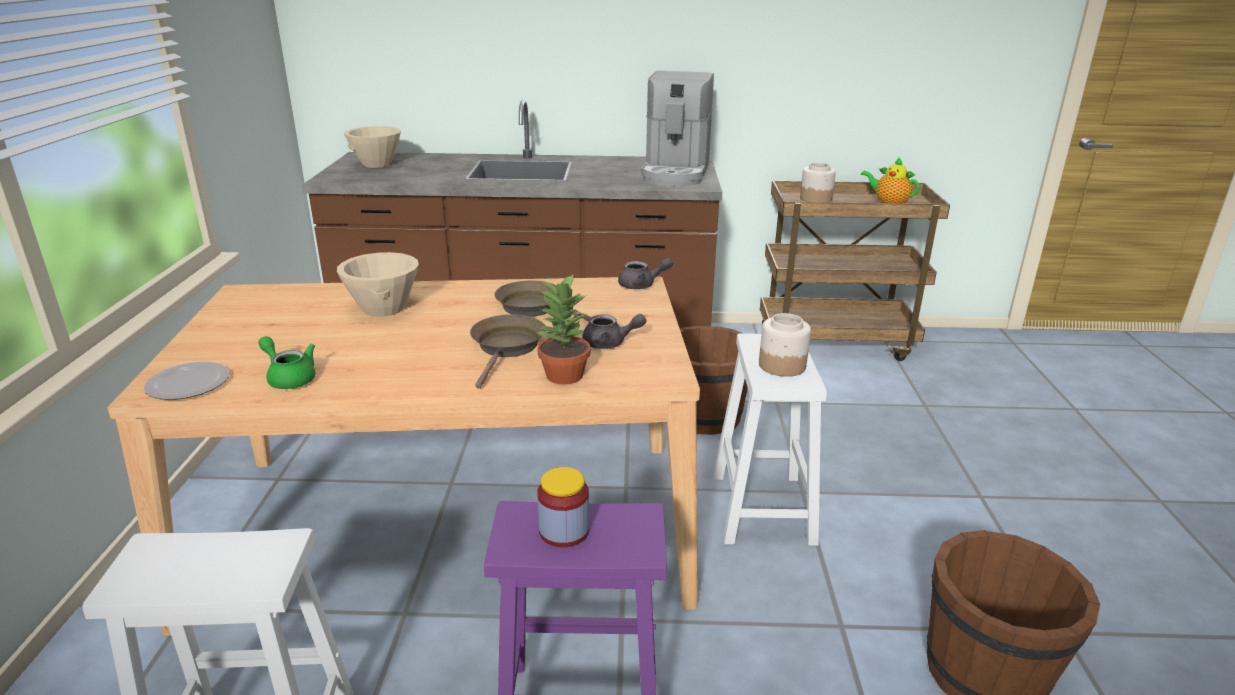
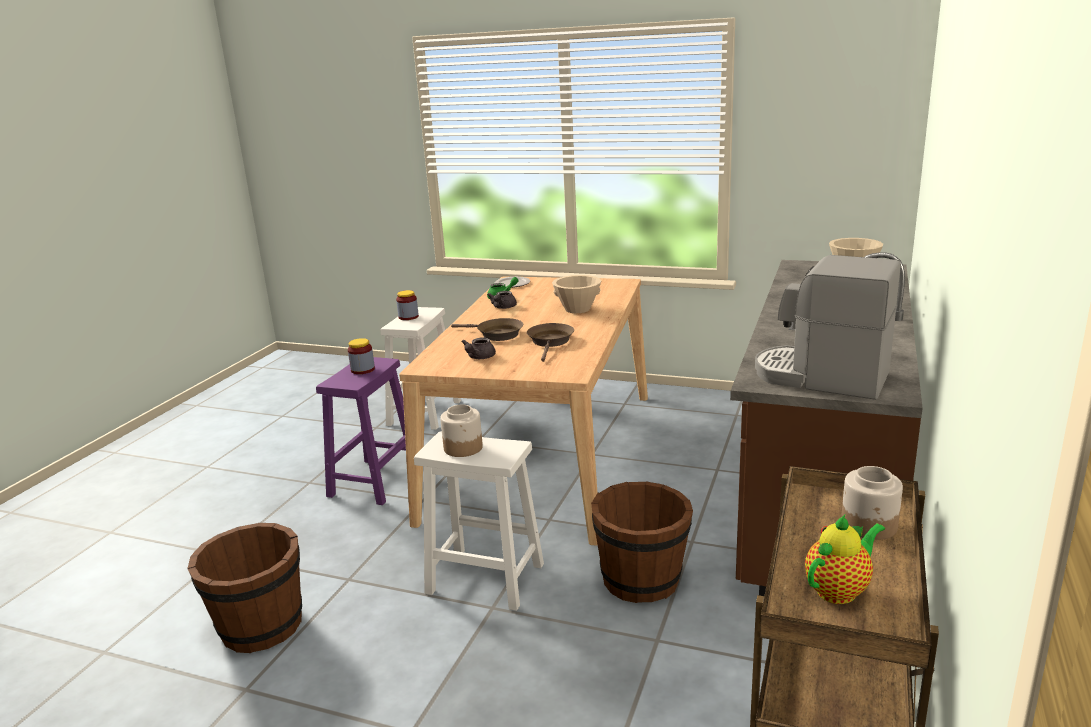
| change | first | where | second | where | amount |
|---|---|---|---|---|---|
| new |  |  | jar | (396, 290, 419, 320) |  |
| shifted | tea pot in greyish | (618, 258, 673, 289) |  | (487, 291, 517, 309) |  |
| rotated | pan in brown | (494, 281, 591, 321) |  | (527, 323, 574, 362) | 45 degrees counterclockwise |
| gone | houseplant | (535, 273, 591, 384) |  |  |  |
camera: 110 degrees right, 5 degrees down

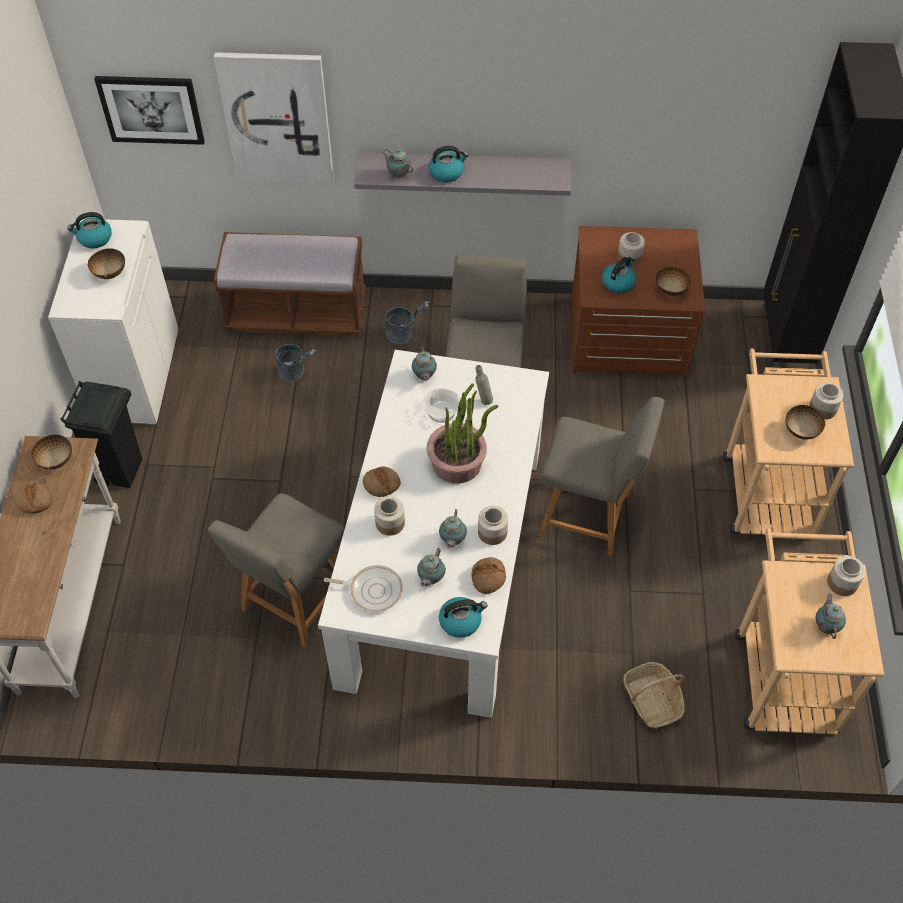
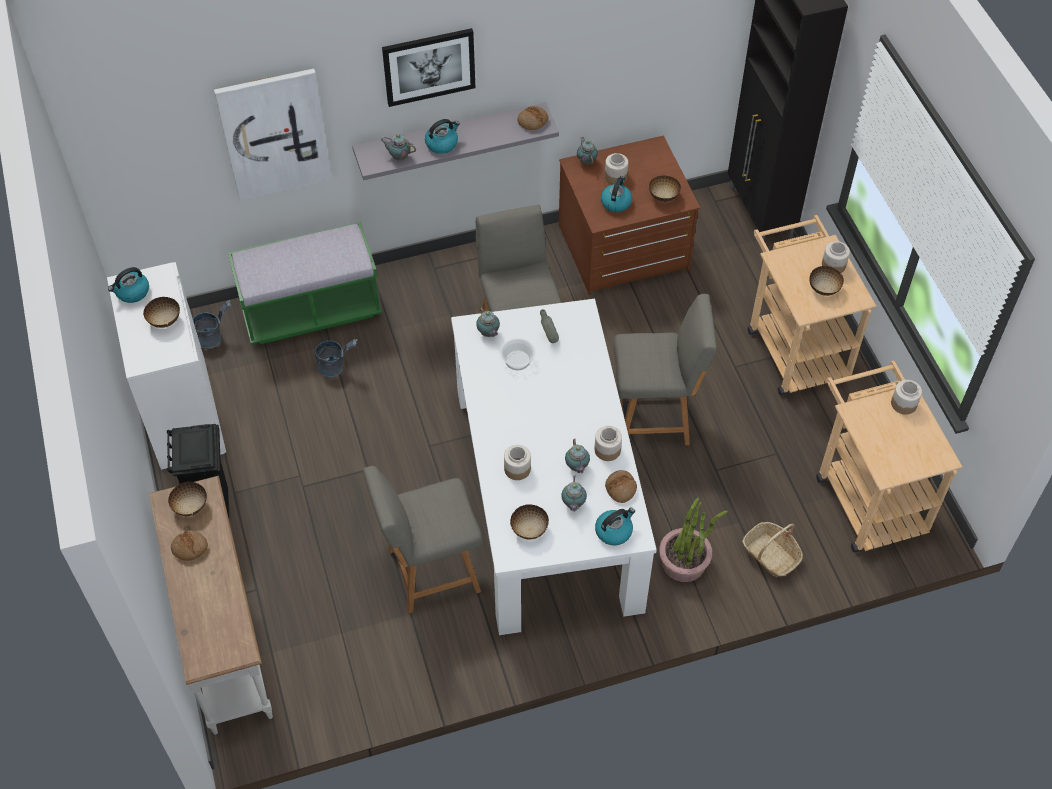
| change | first | where | second | where | amount |
|---|---|---|---|---|---|
| shifted | pail in greyish | (385, 301, 429, 344) |  | (193, 300, 231, 348) |  |
| repainted | long seat in brown | (214, 232, 366, 336) | long seat in green | (228, 222, 382, 345) |  |
| rotated | chair in greyish | (208, 493, 345, 648) |  | (363, 466, 483, 613) | 60 degrees clockwise |
| shifted | picture | (94, 76, 205, 145) |  | (382, 28, 475, 107) |  |
| swapped | pan | (324, 565, 403, 612) | deep dish | (510, 504, 549, 539) |  |
| shifted | baked bread | (363, 467, 401, 497) |  | (517, 106, 549, 130) |  |
| shifted | tea pot | (816, 593, 846, 639) |  | (577, 137, 598, 165) |  |
| shifted | houseplant | (427, 383, 498, 484) |  | (659, 498, 728, 582) |  |
camera: 20 degrees left, 0 degrees up

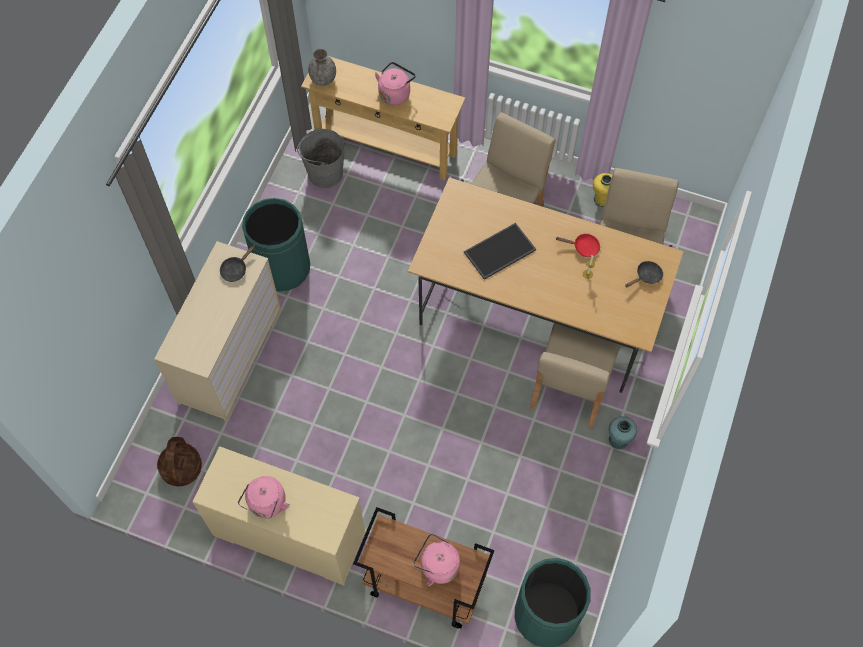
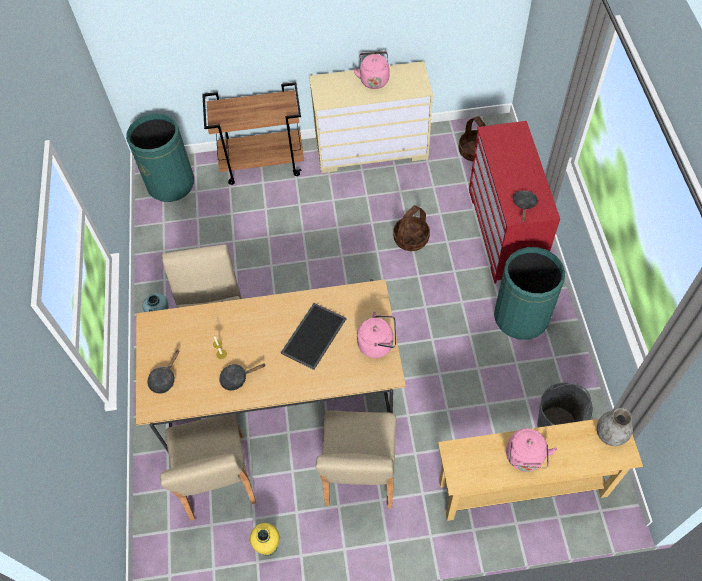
| change | first | where | second | where | amount |
|---|---|---|---|---|---|
| repainted | pan in reddish | (556, 234, 600, 257) | pan in black-coloured | (219, 363, 265, 390) |  |
| shifted | tea kettle in pink | (413, 533, 460, 586) |  | (357, 311, 396, 358) |  |
| new |  |  | basket | (393, 205, 430, 251) |  |
| repainted | dresser in beige-coloured | (154, 241, 281, 422) | dresser in reddish | (469, 121, 560, 284) |  |
camera: 155 degrees right, 5 degrees down

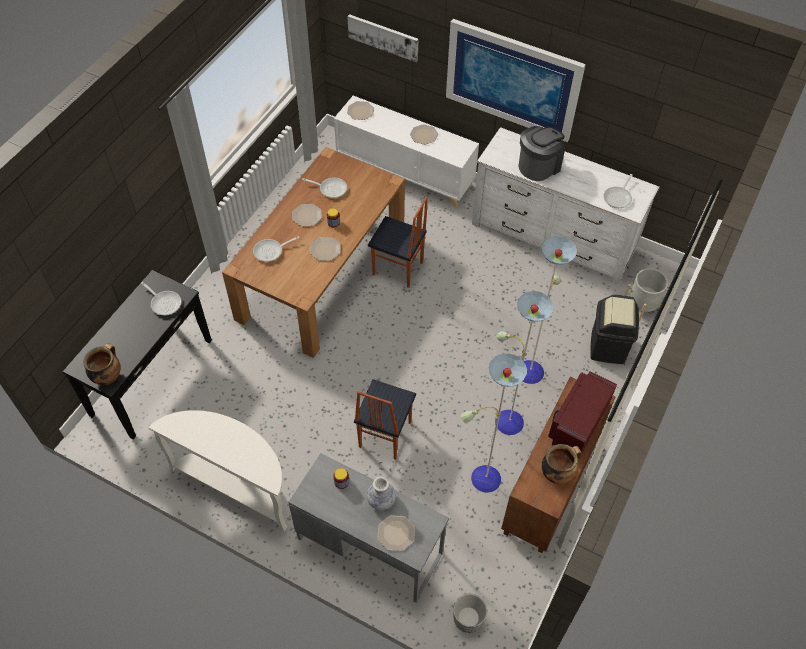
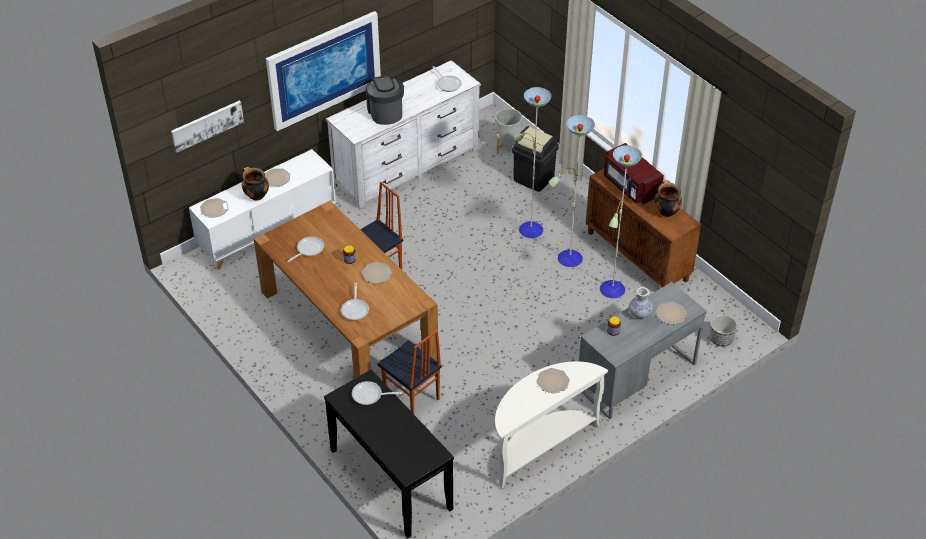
| change | first | where | second | where | amount |
|---|---|---|---|---|---|
| shifted | saucepot | (83, 343, 121, 385) |  | (242, 167, 269, 201) |  |
| rotated | pan | (141, 282, 181, 315) |  | (352, 381, 402, 405) | 150 degrees counterclockwise |
| shifted | chair | (354, 379, 416, 460) |  | (377, 330, 442, 414) |  |
| shifted | plate | (292, 204, 322, 227) |  | (537, 368, 570, 394) |  |
camera: 65 degrees left, 10 degrees down

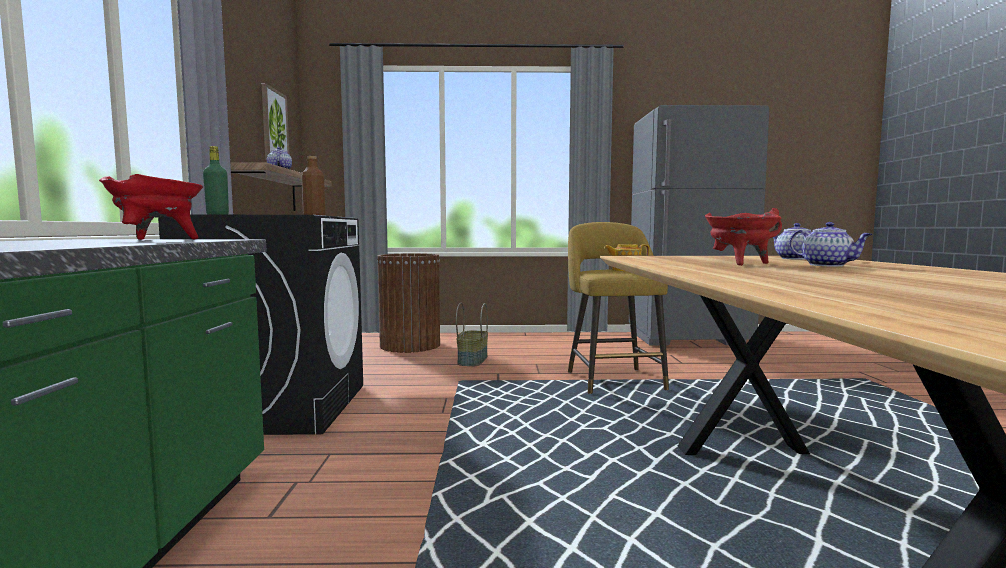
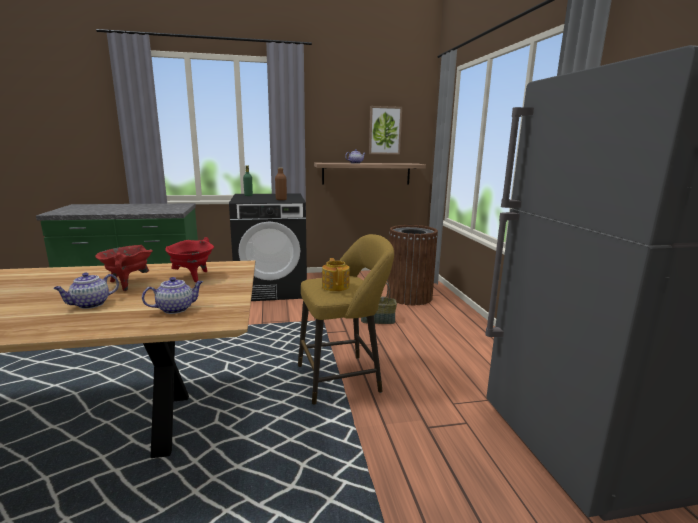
| change | first | where | second | where | amount |
|---|---|---|---|---|---|
| shifted | saucepot in reddish | (99, 174, 204, 240) |  | (165, 237, 214, 282) |  |
camera: 80 degrees right, 10 degrees up

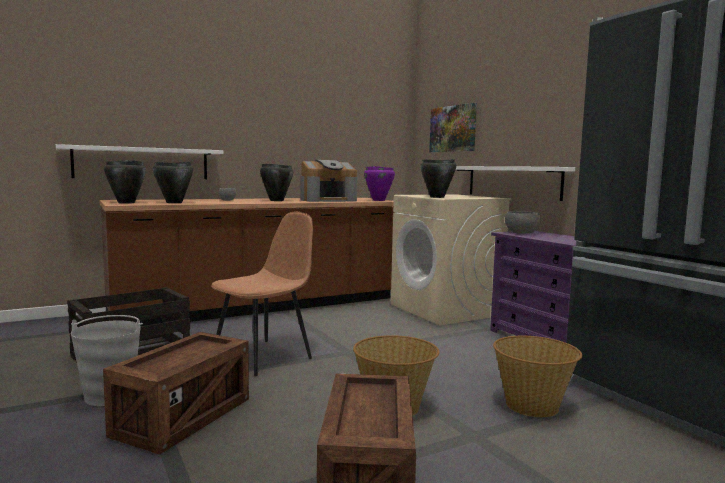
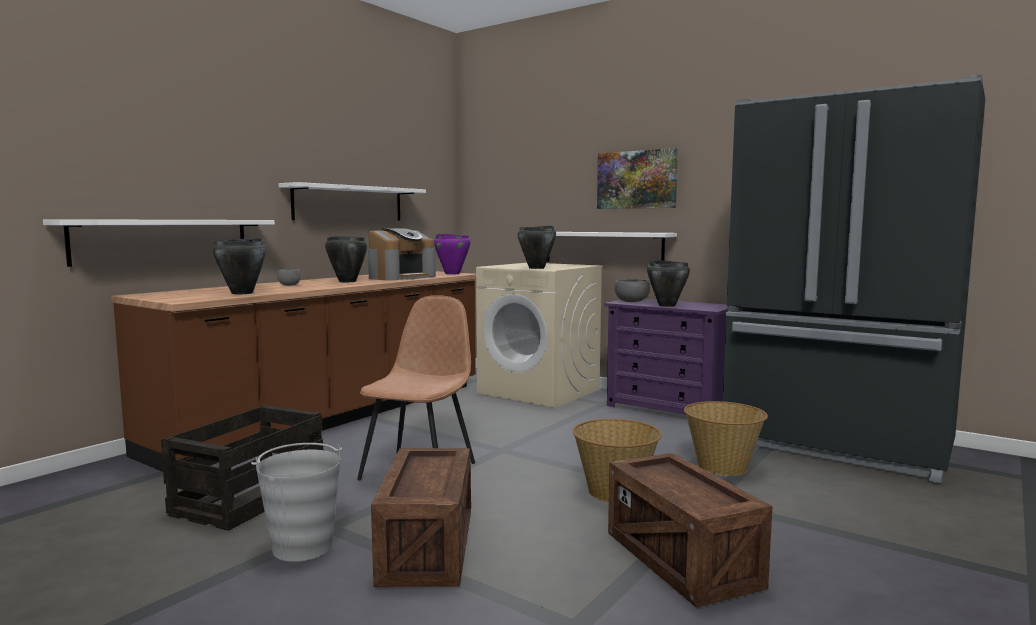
| change | first | where | second | where | amount |
|---|---|---|---|---|---|
| new |  |  | wall shelf in white | (279, 182, 426, 220) |  |
| shifted | picture | (429, 103, 477, 152) |  | (597, 148, 678, 209) |  |
| shifted | saucepot in black-coloured | (104, 160, 146, 204) |  | (647, 260, 690, 307) |  |
camera: 25 degrees left, 0 degrees up

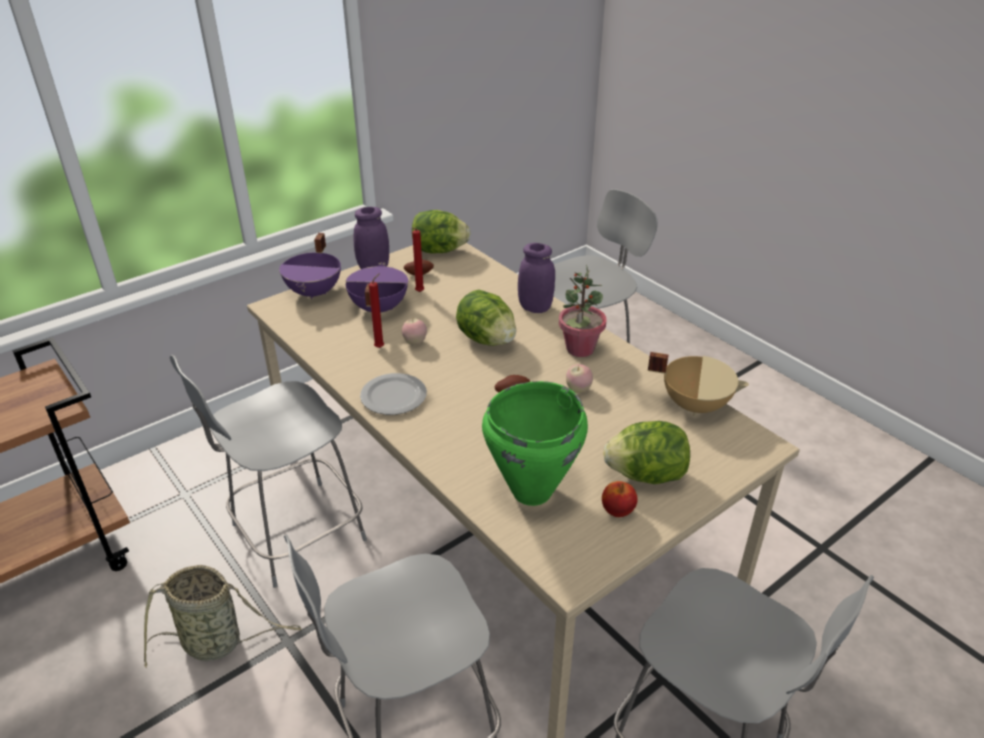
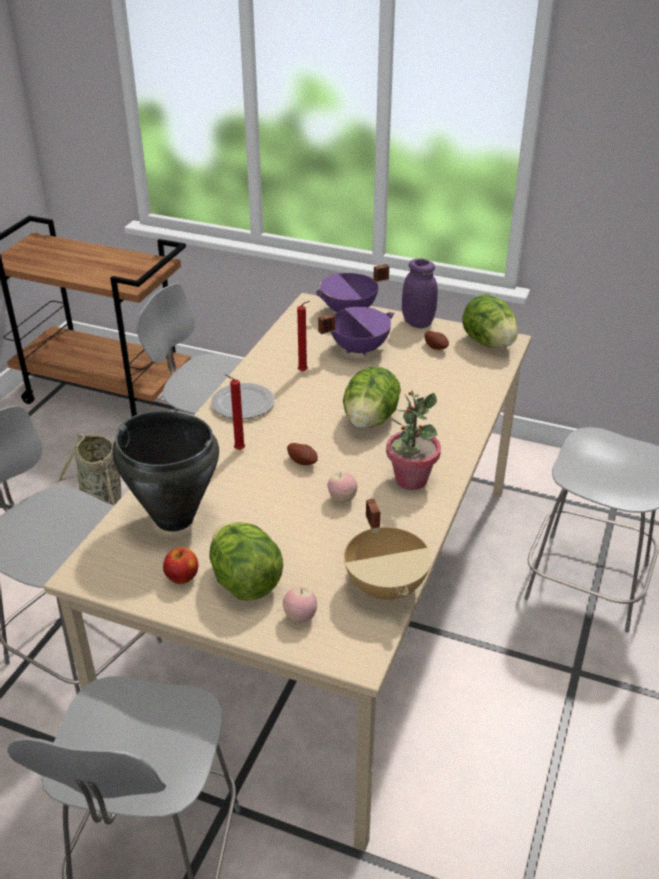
| change | first | where | second | where | amount |
|---|---|---|---|---|---|
| repainted | saucepot in green | (482, 381, 588, 506) | saucepot in black-coloured | (112, 411, 219, 531) |  |
| shifted | wax light in reddish | (412, 228, 424, 292) |  | (224, 374, 245, 450) |  |
| shifted | apple | (402, 319, 427, 345) |  | (283, 587, 317, 623) |  |
| gone | jar in purple | (518, 243, 555, 313) |  |  |  |
camera: 60 degrees right, 0 degrees up

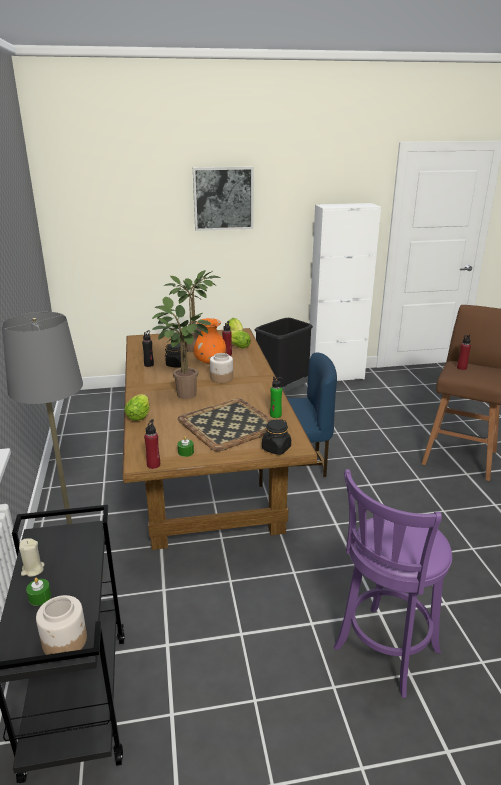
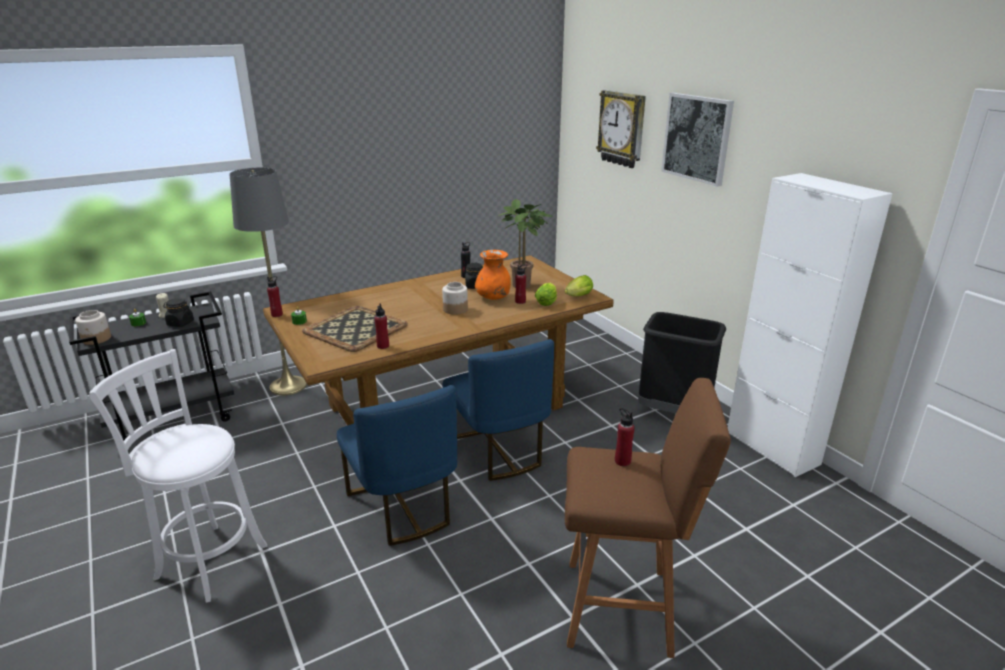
| change | first | where | second | where | amount |
|---|---|---|---|---|---|
| repainted | sitting stool in purple | (334, 469, 452, 698) | sitting stool in white | (89, 349, 268, 603) |  |
| shifted | jar in black-coloured | (262, 419, 291, 455) |  | (163, 298, 194, 327) |  |
| new |  |  | chair in bluish | (337, 385, 457, 546) |  |
| repainted | drink bottle in green | (270, 376, 283, 418) | drink bottle in reddish | (374, 303, 389, 349) |  |
| new |  |  | clock on the wall | (596, 90, 646, 168) |  |
| gone | lettuce | (124, 394, 150, 421) |  |  |  |
| gone | houseplant | (152, 297, 211, 399) |  |  |  |
camera: 70 degrees right, 0 degrees up

